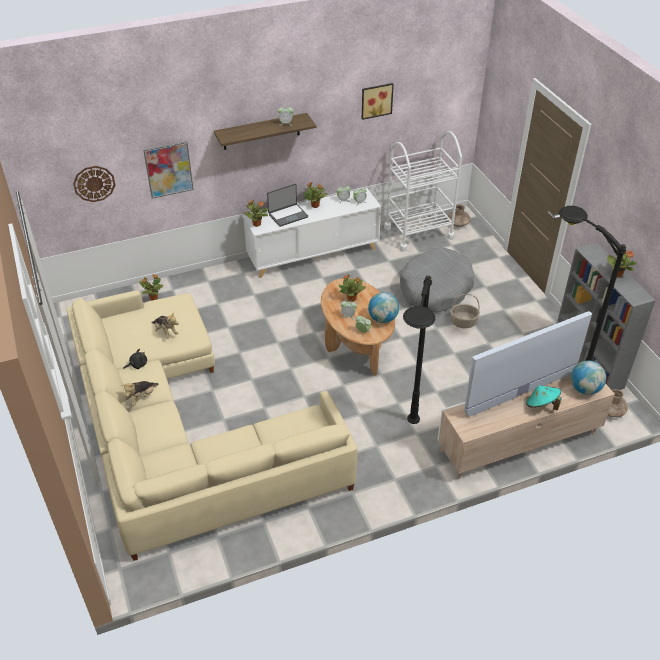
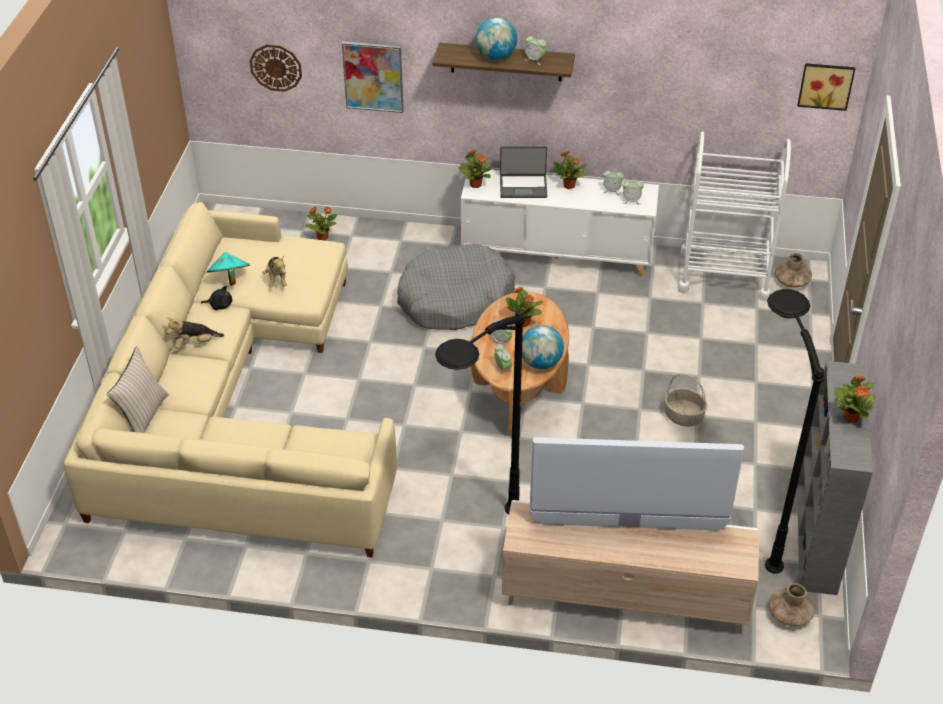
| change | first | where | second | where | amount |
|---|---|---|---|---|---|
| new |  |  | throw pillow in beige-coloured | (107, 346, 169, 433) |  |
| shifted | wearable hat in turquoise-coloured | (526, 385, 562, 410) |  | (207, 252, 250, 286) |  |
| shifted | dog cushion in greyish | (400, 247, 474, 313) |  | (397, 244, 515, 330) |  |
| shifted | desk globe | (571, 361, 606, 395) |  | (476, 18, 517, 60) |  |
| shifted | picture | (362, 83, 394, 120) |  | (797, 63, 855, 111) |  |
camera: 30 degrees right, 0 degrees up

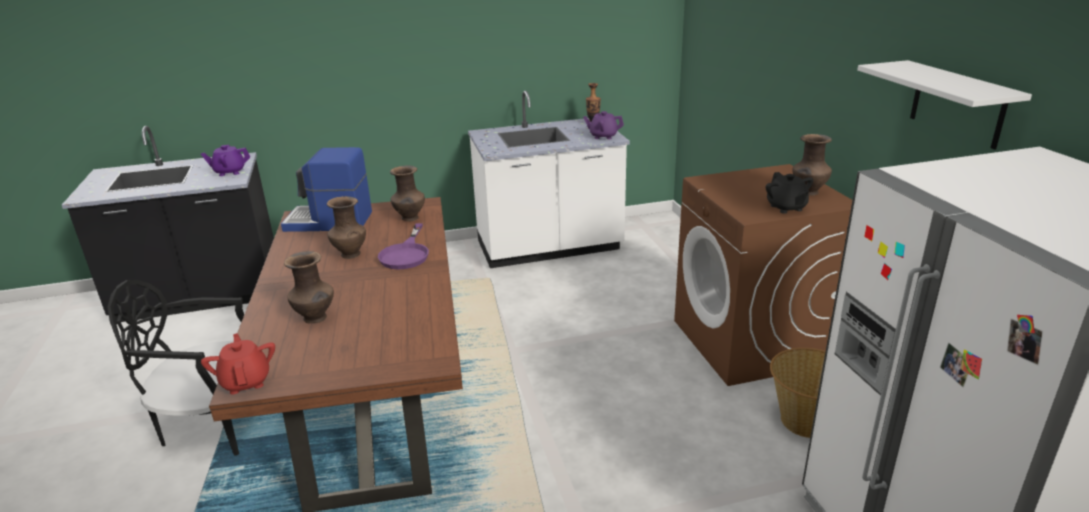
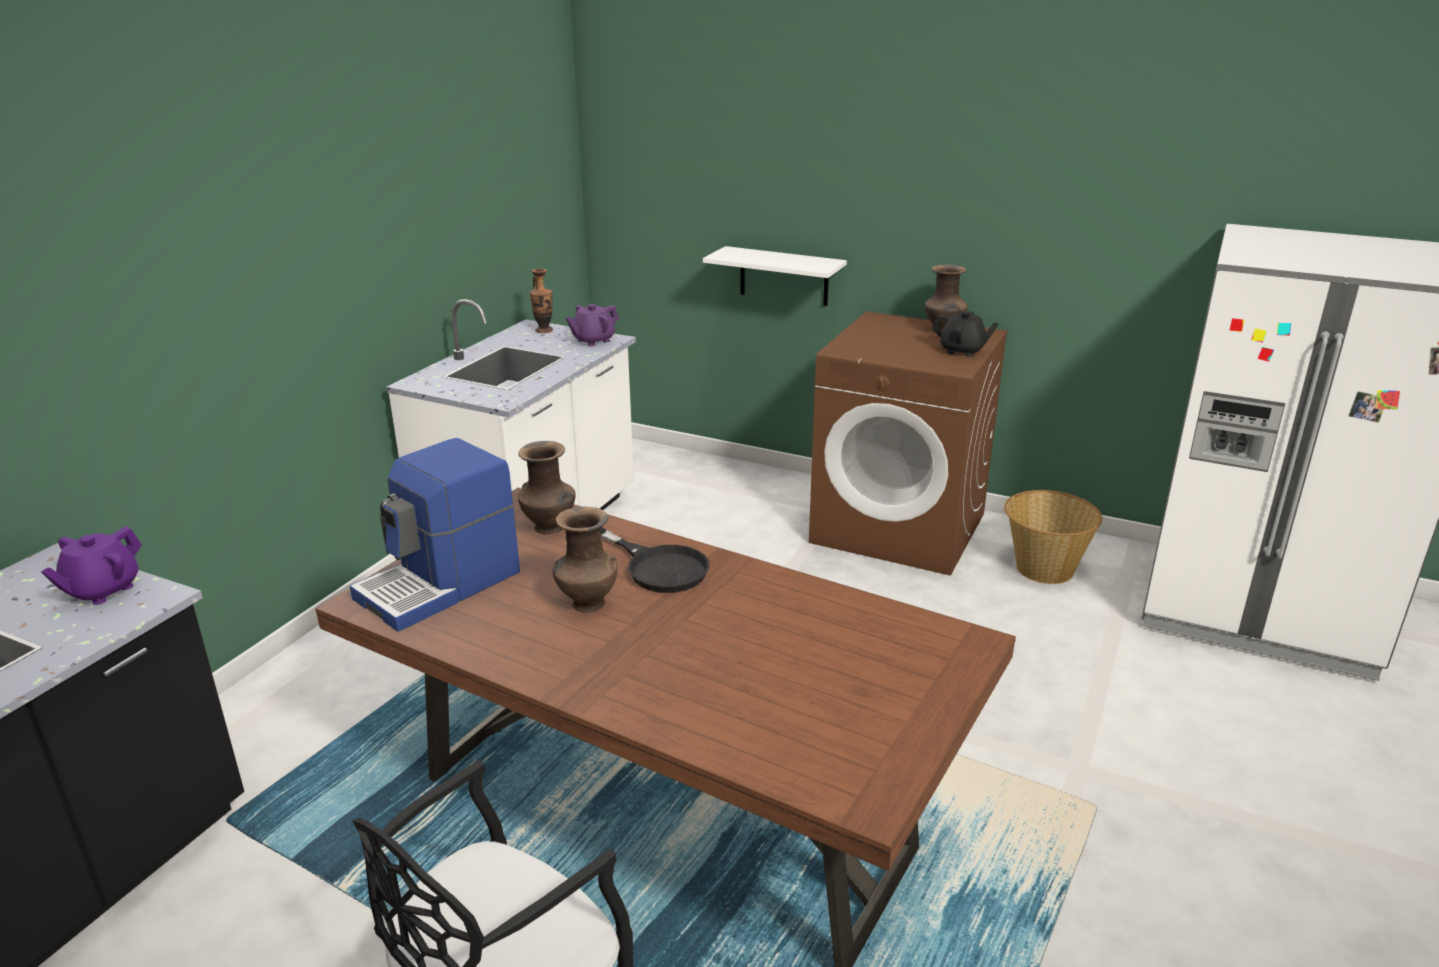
| change | first | where | second | where | amount |
|---|---|---|---|---|---|
| repainted | pan in purple | (378, 223, 429, 270) | pan in black-coloured | (600, 527, 709, 593) |  |
| shifted | wall shelf in white | (857, 60, 1032, 150) |  | (703, 246, 847, 306) |  |
| gone | tea pot in reddish | (201, 333, 275, 394) |  |  |  |
| gone | decorative vase in brown | (284, 251, 334, 324) |  |  |  |
camera: 50 degrees left, 0 degrees up

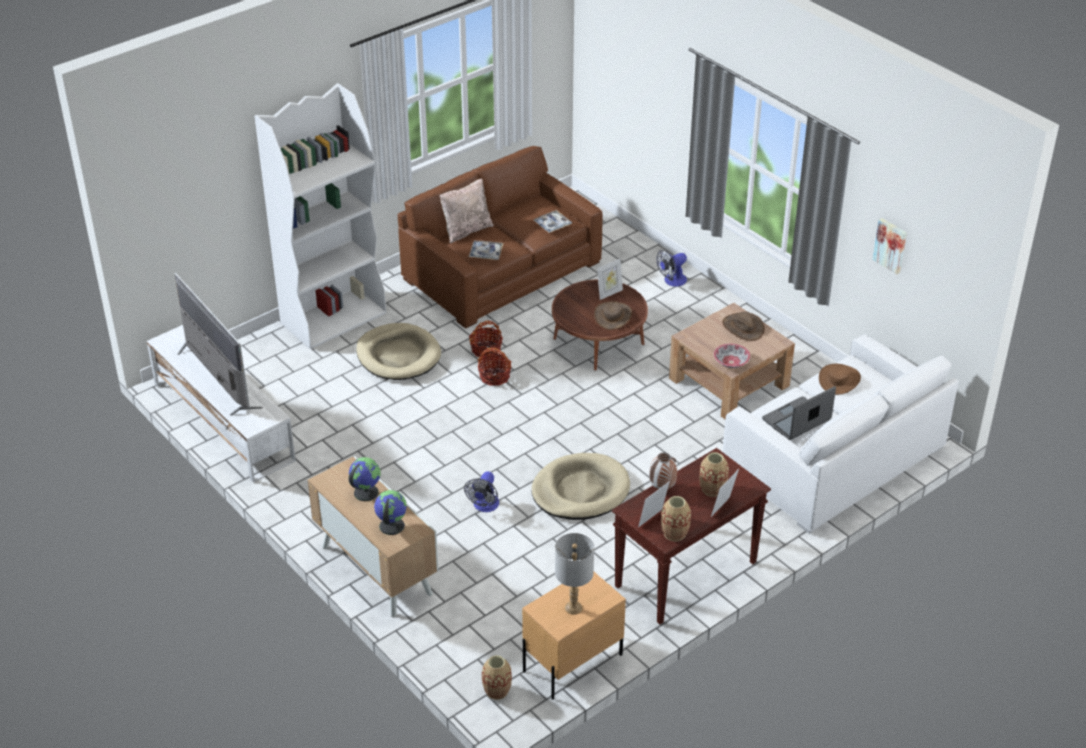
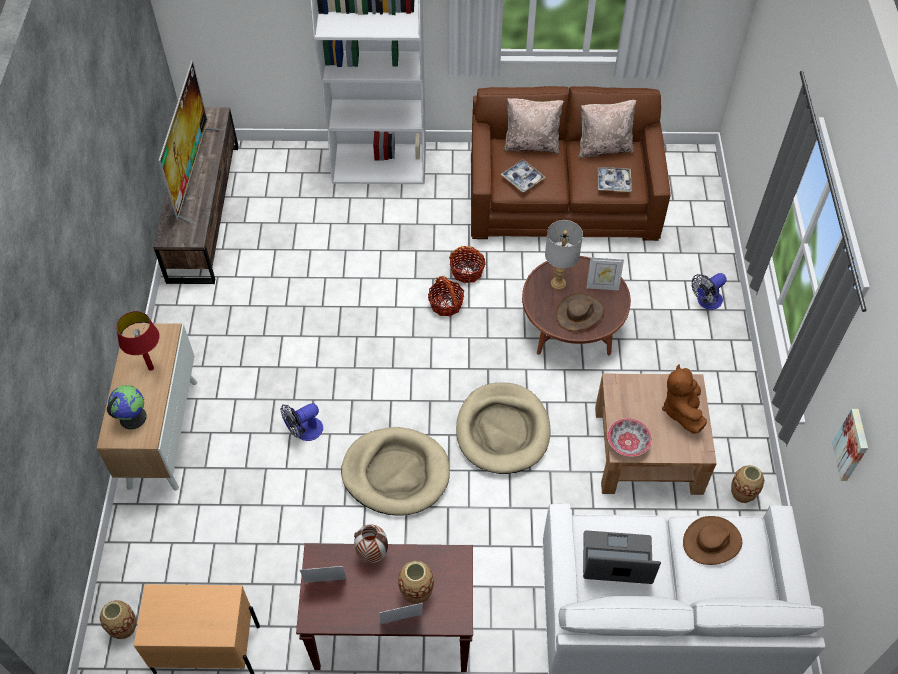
| change | first | where | second | where | amount |
|---|---|---|---|---|---|
| swapped | desk globe | (348, 457, 381, 501) | tabletop lamp in reddish | (116, 311, 160, 371) |  |
| repainted | tv unit in white | (147, 325, 296, 483) | tv unit in brown | (153, 107, 238, 284) |  |
| shifted | dog cushion in beige-coloured | (356, 323, 441, 380) |  | (456, 382, 551, 474) |  |
| shifted | tabletop lamp in greyish | (555, 533, 594, 615) |  | (545, 220, 583, 290) |  |
| new |  |  | throw pillow in beige-coloured | (579, 100, 636, 158) |  |
| swapped | wearable hat in brown | (722, 311, 765, 341) | plush toy in brown | (662, 364, 707, 434) |  |
| rotated | fan | (656, 250, 687, 287) |  | (692, 273, 727, 310) | 45 degrees counterclockwise |
| shifted | decorative vase | (661, 496, 691, 541) |  | (731, 465, 764, 503) |  |
camera: 40 degrees right, 15 degrees up

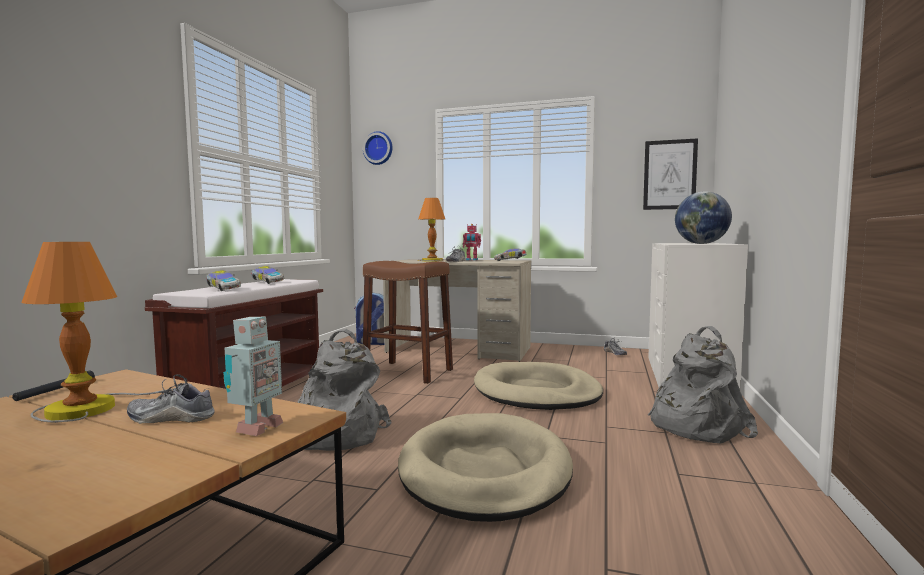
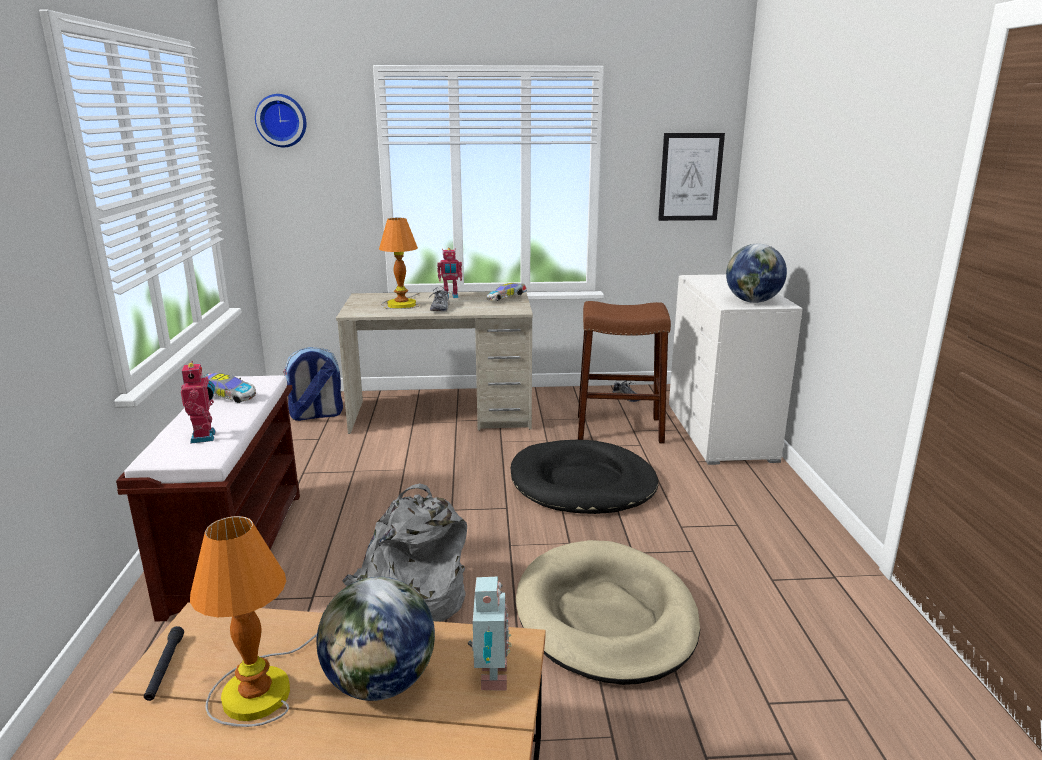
| change | first | where | second | where | amount |
|---|---|---|---|---|---|
| swapped | toy car | (206, 270, 241, 291) | model robot | (181, 361, 216, 444) |  |
| swapped | item of footwear | (127, 374, 215, 424) | desk globe | (316, 577, 435, 701) |  |
| repainted | dog cushion in beige-coloured | (474, 362, 603, 410) | dog cushion in black-coloured | (511, 440, 658, 514) |  |
| shifted | sitting stool in brown | (363, 261, 453, 384) |  | (578, 301, 671, 443) |  |
| gone | knapsack in greyish | (648, 326, 758, 443) |  |  |  |
camera: 20 degrees left, 15 degrees up

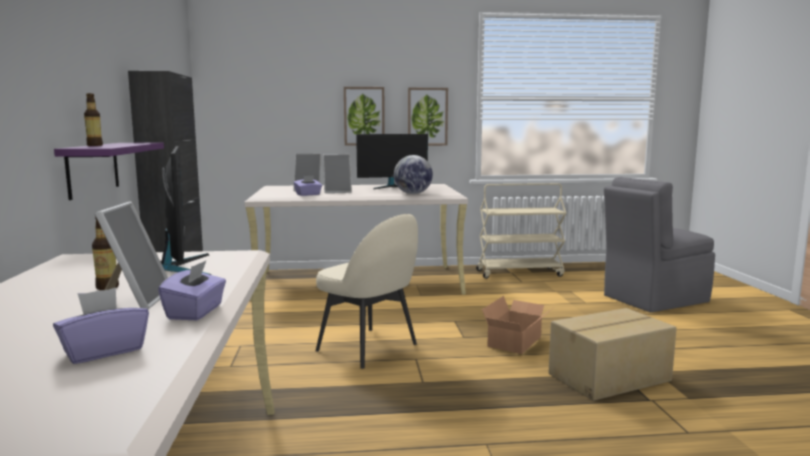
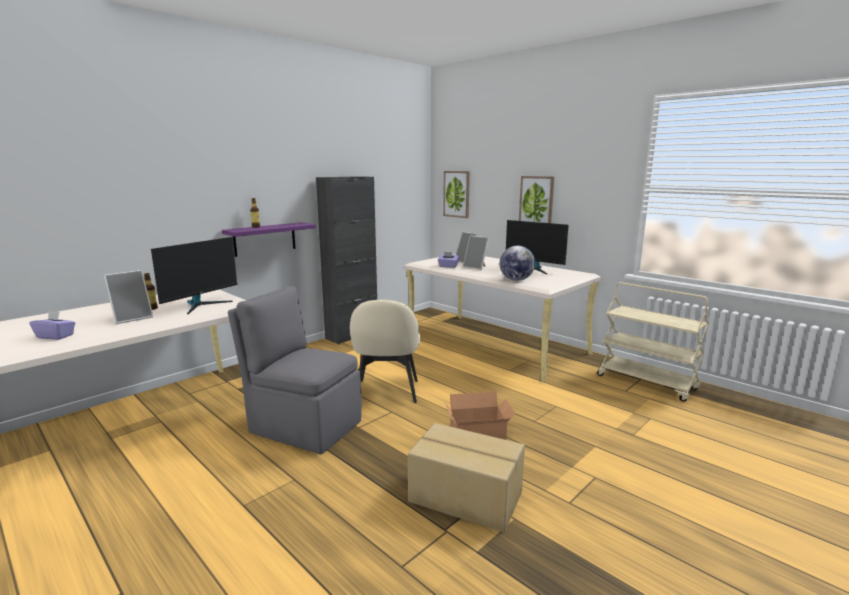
| change | first | where | second | where | amount |
|---|---|---|---|---|---|
| shifted | chair in greyish | (604, 177, 715, 312) |  | (228, 286, 362, 454) |  |
| shifted | picture | (408, 88, 448, 146) |  | (443, 171, 470, 218) |  |
| gone | box of tissues in purple | (158, 260, 226, 320) |  |  |  |
camera: 50 degrees right, 5 degrees up

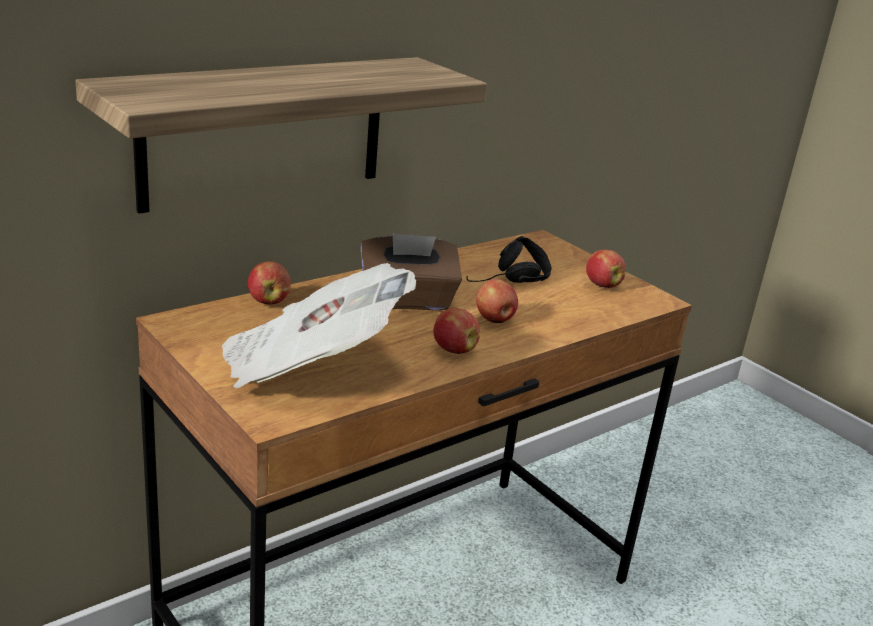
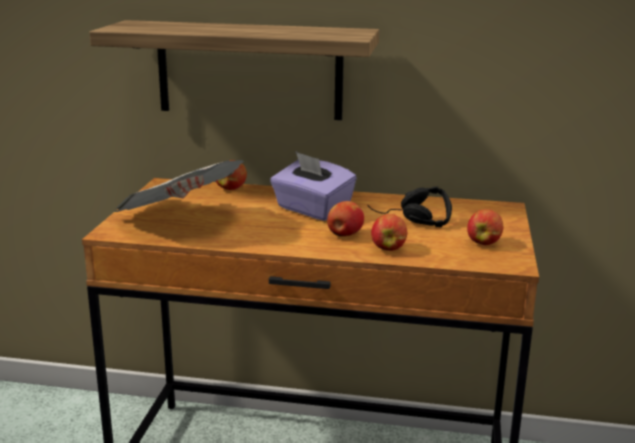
| change | first | where | second | where | amount |
|---|---|---|---|---|---|
| repainted | box of tissues in brown | (360, 233, 462, 310) | box of tissues in purple | (270, 151, 357, 221) |  |
| shifted | apple | (433, 308, 480, 354) |  | (371, 214, 407, 251) |  |
camera: 50 degrees right, 5 degrees down

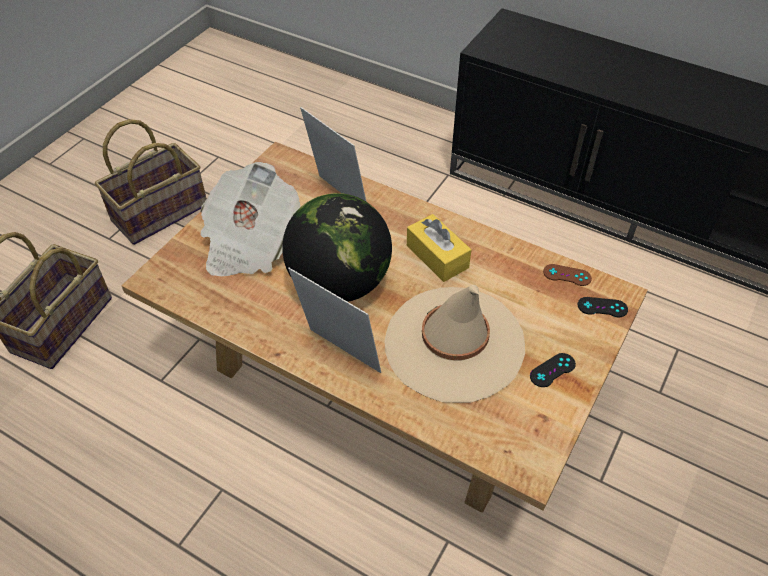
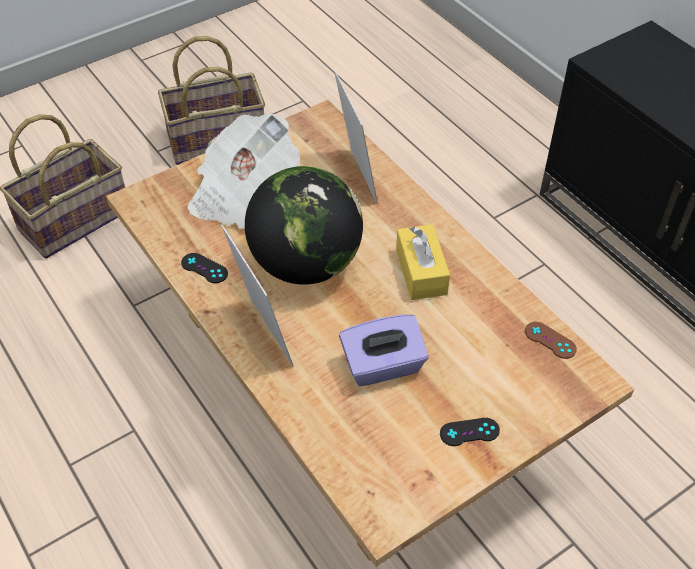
| change | first | where | second | where | amount |
|---|---|---|---|---|---|
| shifted | gamepad in black-coloured | (577, 297, 628, 317) |  | (181, 253, 228, 283) |  |
| swapped | wearable hat in beige-coloured | (384, 285, 525, 403) | box of tissues in purple | (339, 315, 429, 386) |  |
camera: 25 degrees right, 0 degrees up

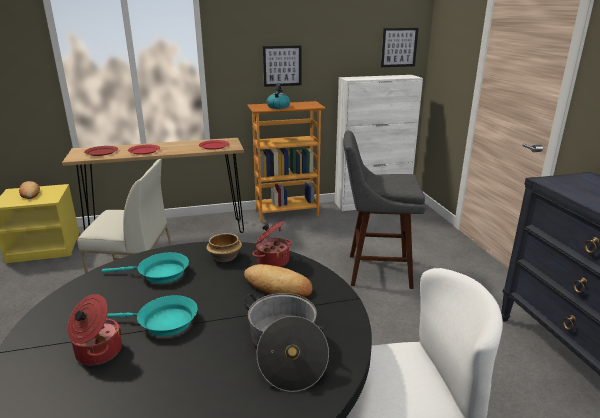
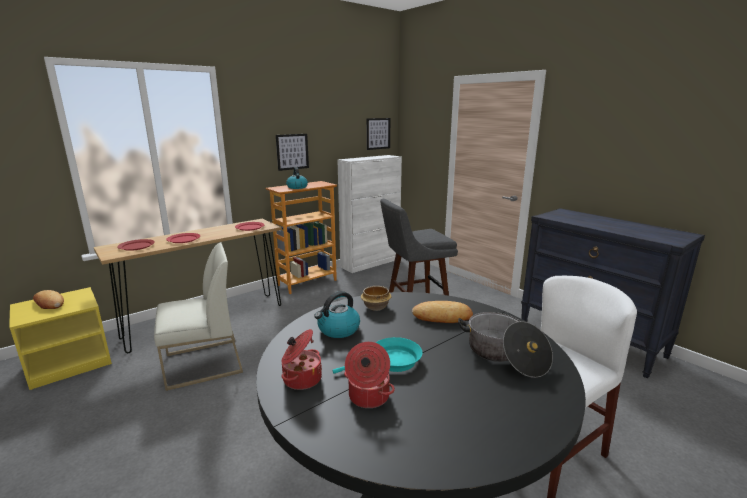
| change | first | where | second | where | amount |
|---|---|---|---|---|---|
| shifted | saucepot | (252, 221, 292, 267) |  | (282, 329, 322, 390) |  |
| swapped | pan in turquoise-coloured | (102, 252, 189, 283) | tea kettle | (314, 291, 360, 338) |  |
camera: 25 degrees left, 5 degrees down

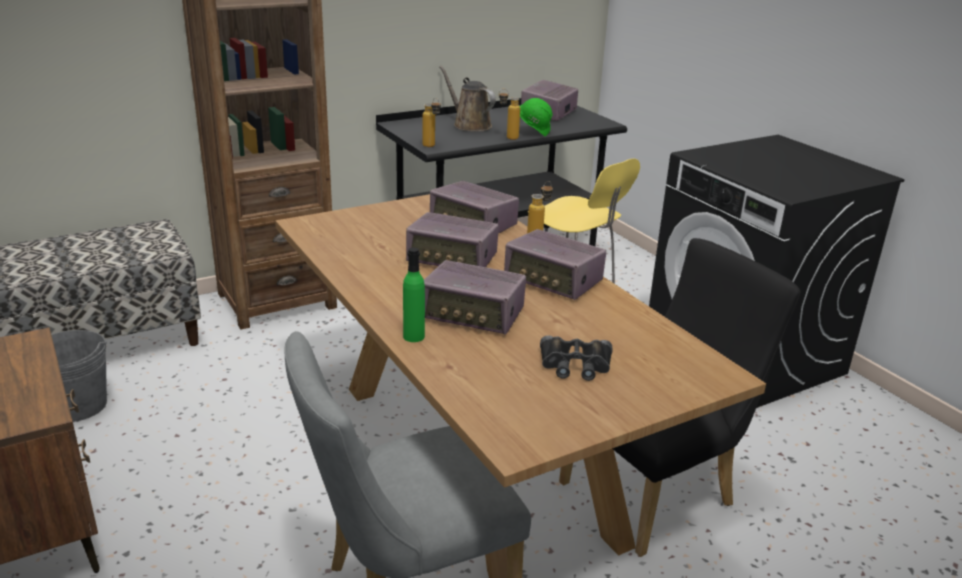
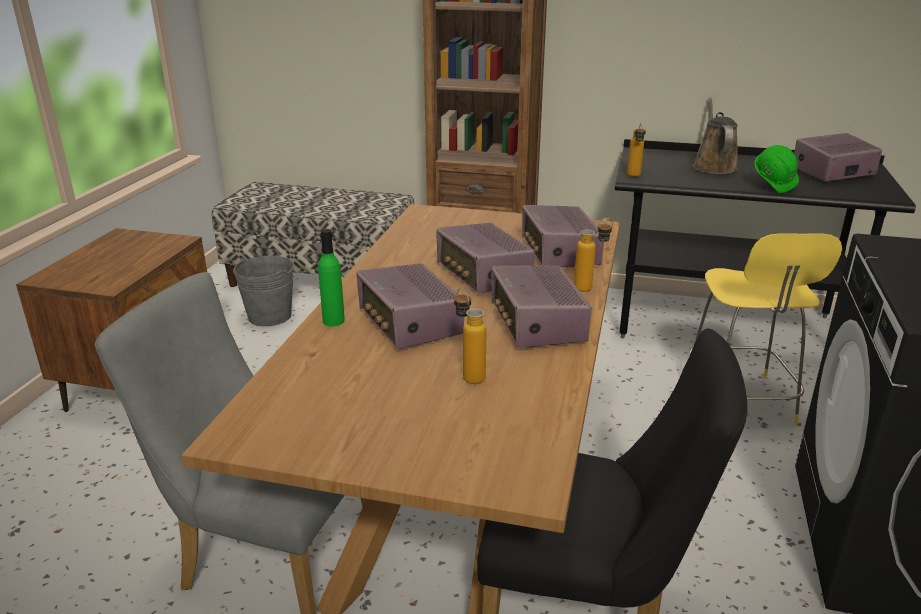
| change | first | where | second | where | amount |
|---|---|---|---|---|---|
| shifted | drink bottle | (499, 89, 520, 140) |  | (454, 288, 487, 384) |  |
| gone | field glasses in black-coloured | (540, 335, 613, 381) |  |  |  |
camera: 45 degrees right, 0 degrees up

